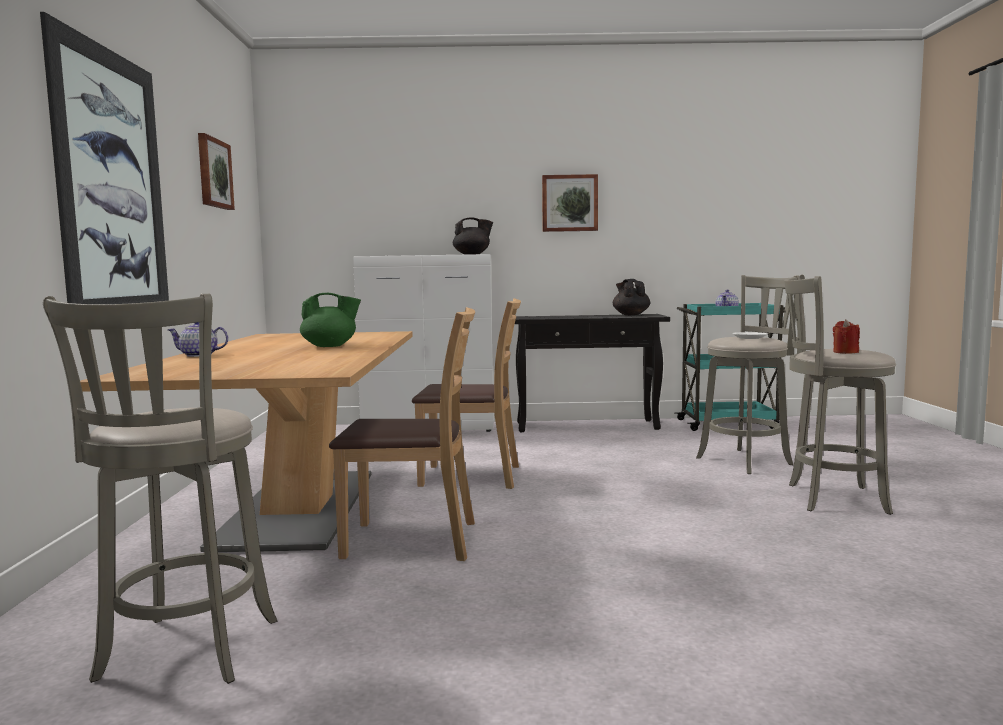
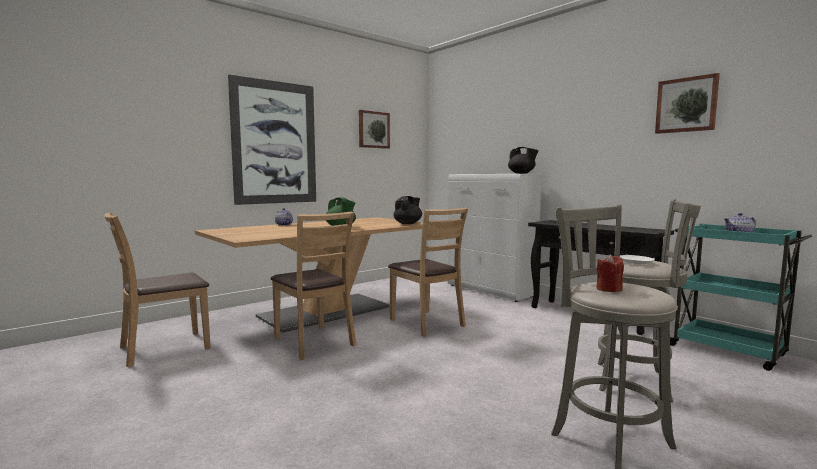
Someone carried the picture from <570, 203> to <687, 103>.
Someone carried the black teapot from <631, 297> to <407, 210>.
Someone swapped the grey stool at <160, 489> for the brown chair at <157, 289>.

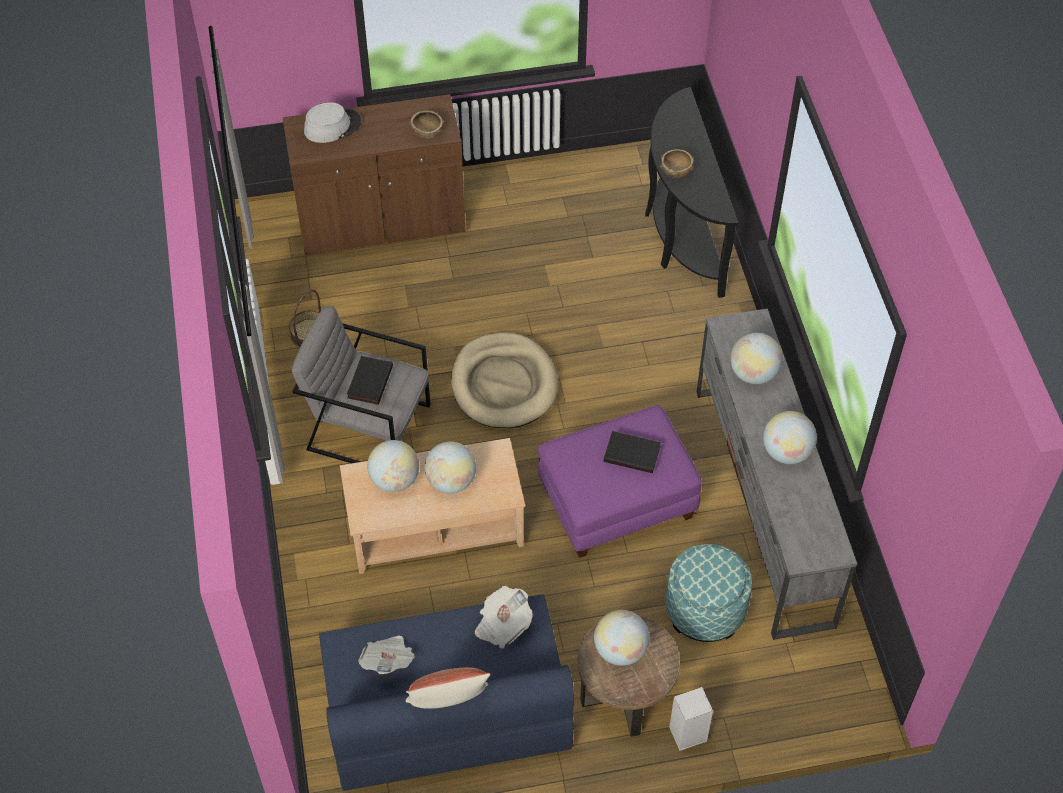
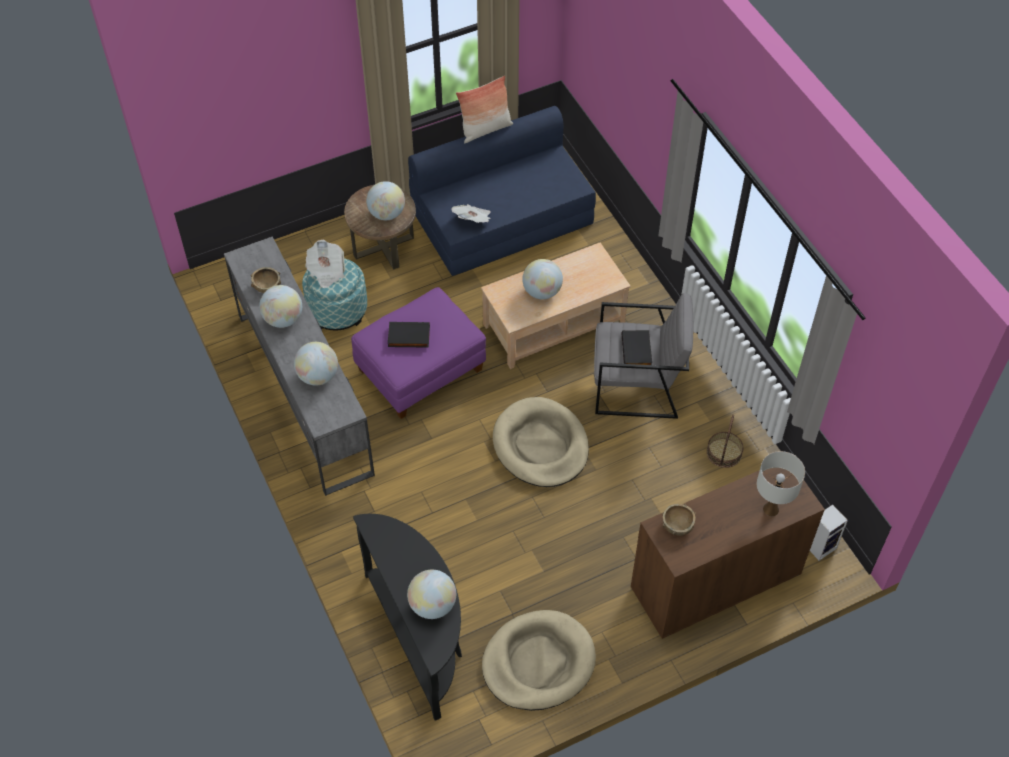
Someone put down the beige dog bed at <539, 660>.
Someone carried the newspaper from <386, 654> to <325, 264>.
Someone carried the globe from <393, 466> to <431, 594>.
Someone carried the brown bowl from <677, 163> to <266, 280>.
Someone carried the speaker from <691, 719> to <829, 533>.
Someone swapped the grey hat at <332, 122> for the white table lamp at <781, 483>.

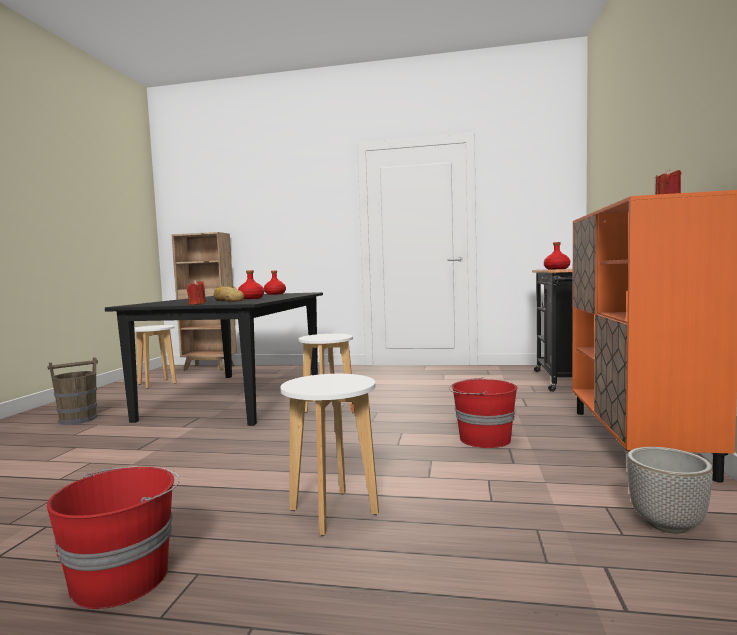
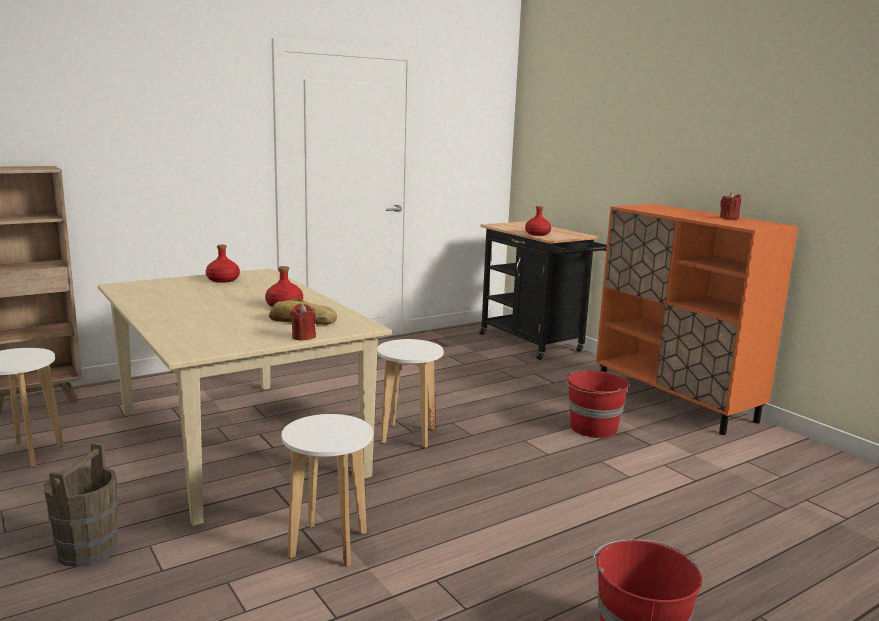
Someone took away the planter at <670, 490>.
Someone carried the white stool from <329, 455> to <327, 490>.
Someone repainted the black dining table at <214, 359>, which became the beige dining table at <245, 397>.

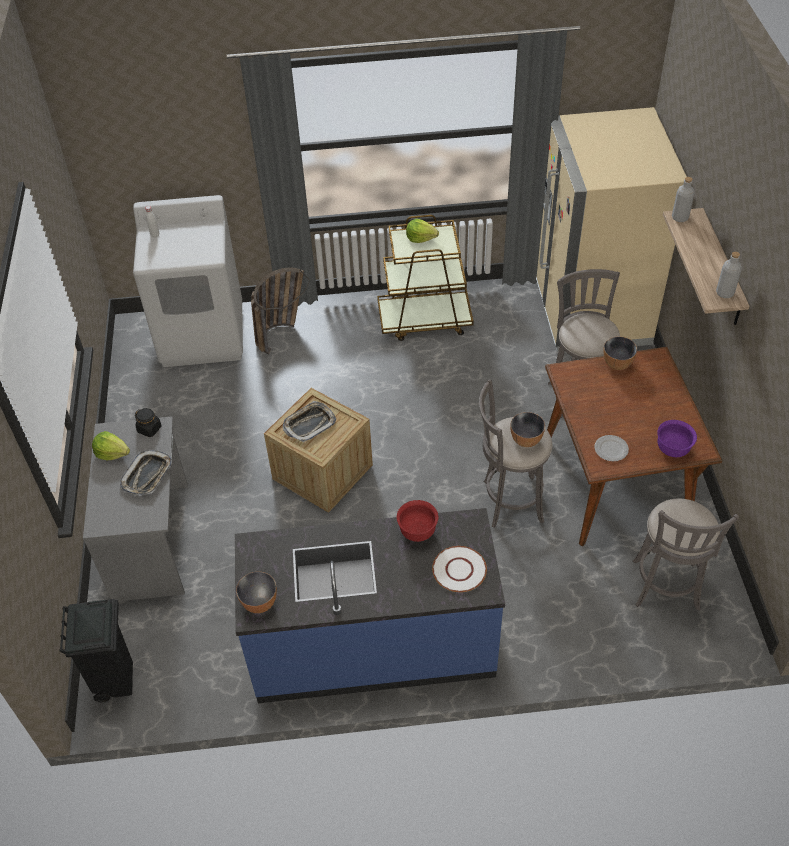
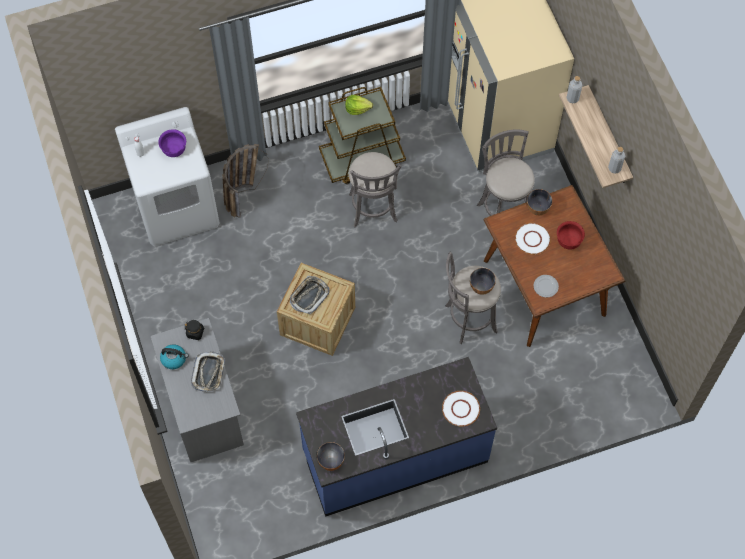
Someone took away the black trash can at <96, 650>.
Someone put down the white plate at <533, 239>.
Someone carried the red bowl from <417, 521> to <571, 235>.
Someone carried the grey stool from <686, 555> to <375, 189>.
Someone carried the purple bowl from <677, 438> to <172, 143>.
Someone swapped the lettuce at <111, 445> for the kettle at <174, 357>.

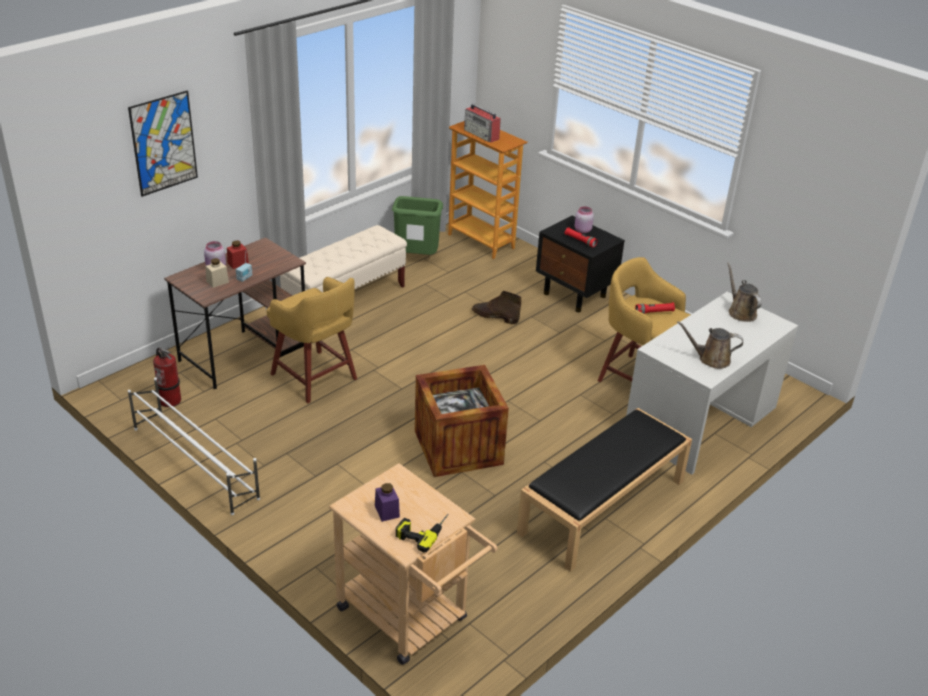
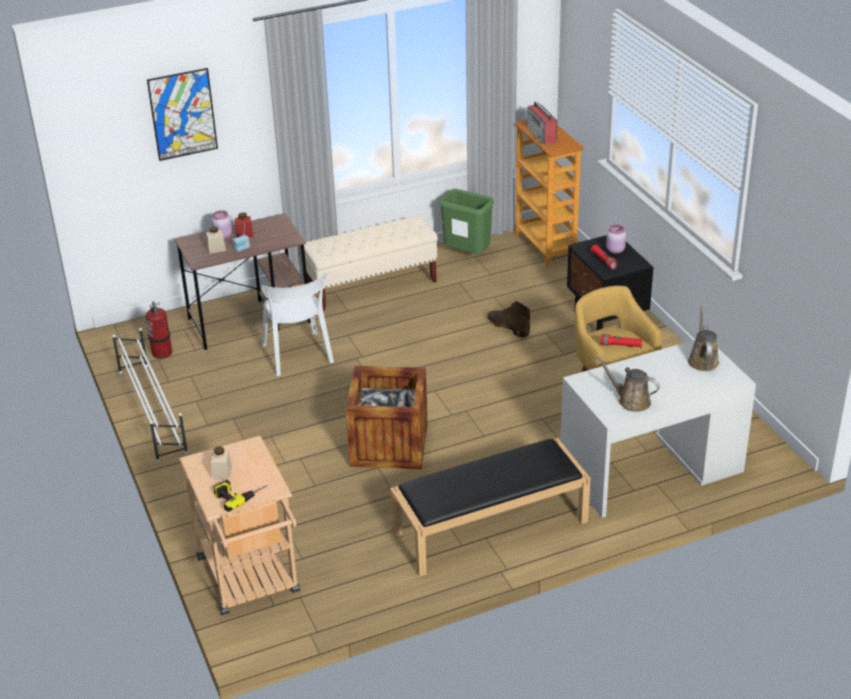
Someone swapped the yellow stool at <312, 340> for the white chair at <297, 323>.
Someone repainted the purple jar at <387, 502>, which became the beige jar at <221, 463>.

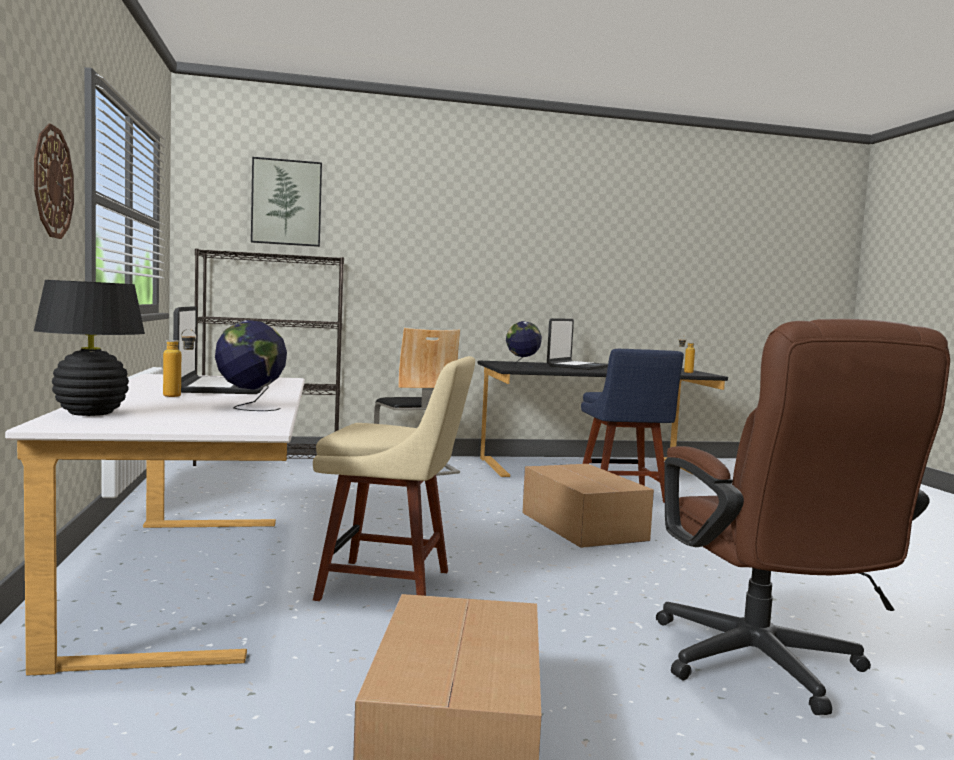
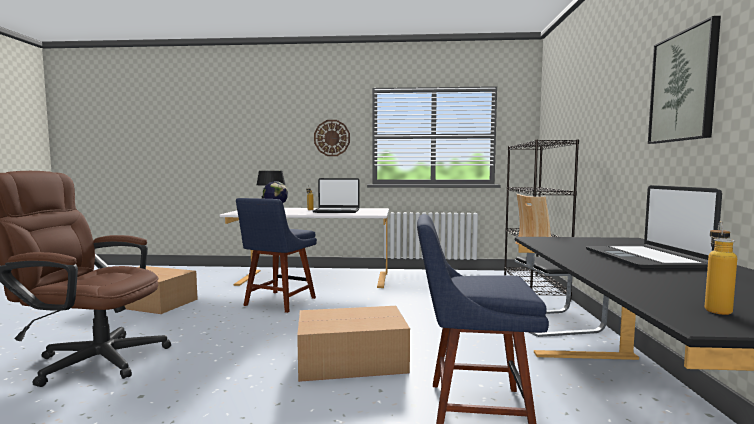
Someone took away the globe at <524, 344>.
Someone carried the picture from <286, 202> to <684, 80>.
Someone repainted the beige chair at <394, 478>, which became the blue chair at <276, 255>.
Someone rotated the laptop at <577, 344> by 45 degrees clockwise.

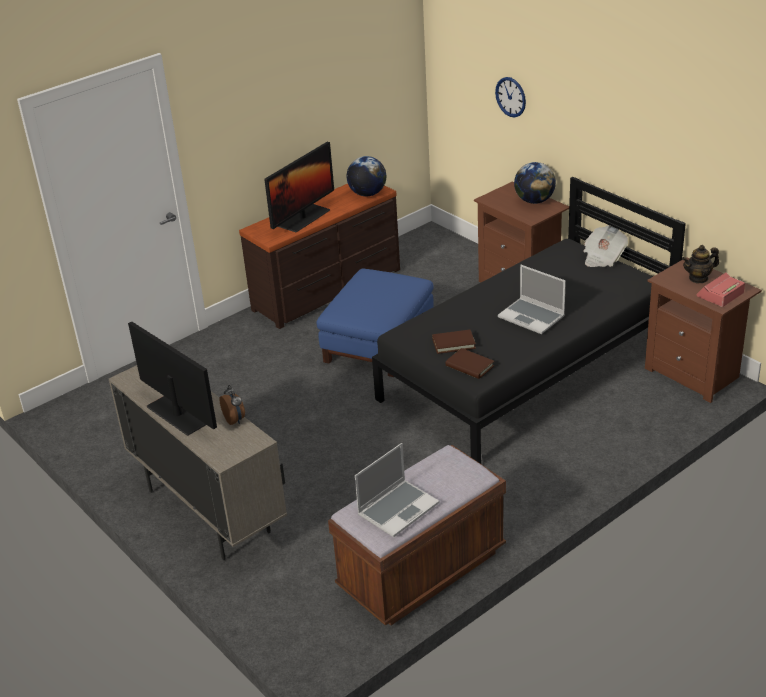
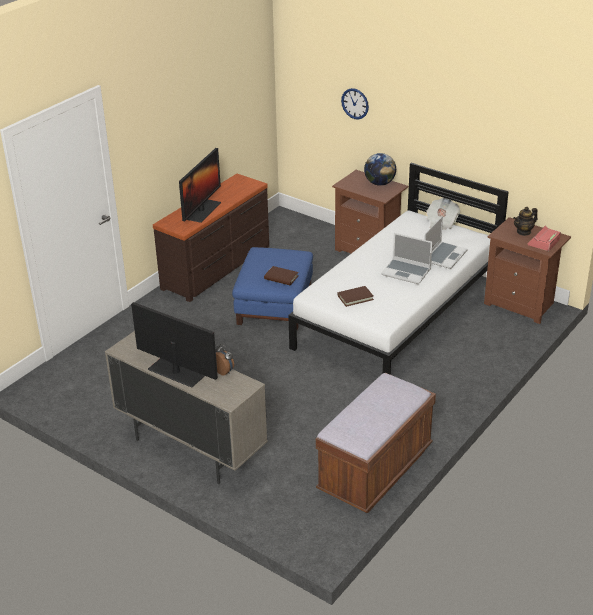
Someone took away the globe at <366, 176>.
Someone carried the laptop from <397, 490> to <446, 242>.
Someone carried the brown book from <470, 363> to <281, 275>.
Someone repainted the black bed at <529, 320>, which became the white bed at <398, 269>.

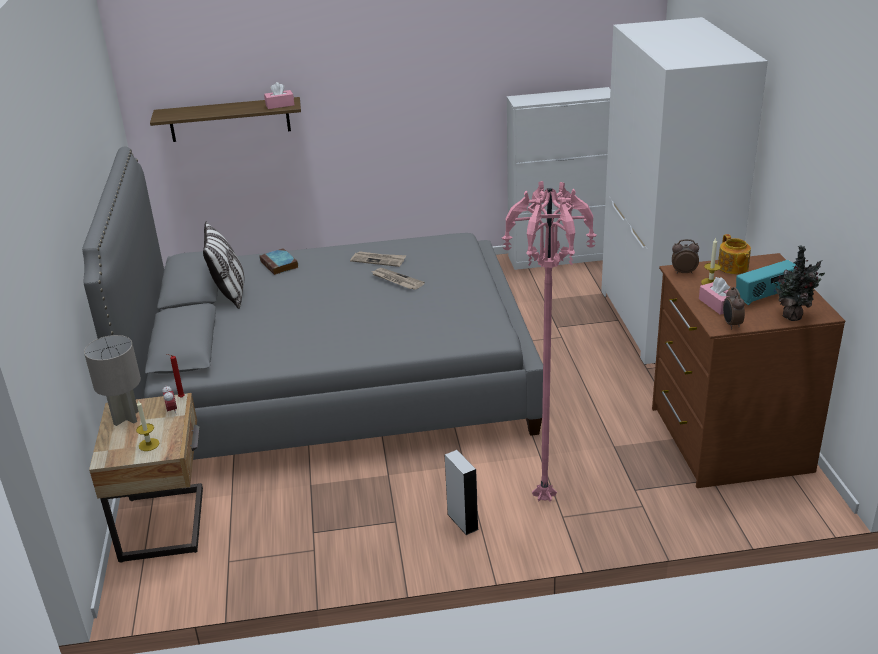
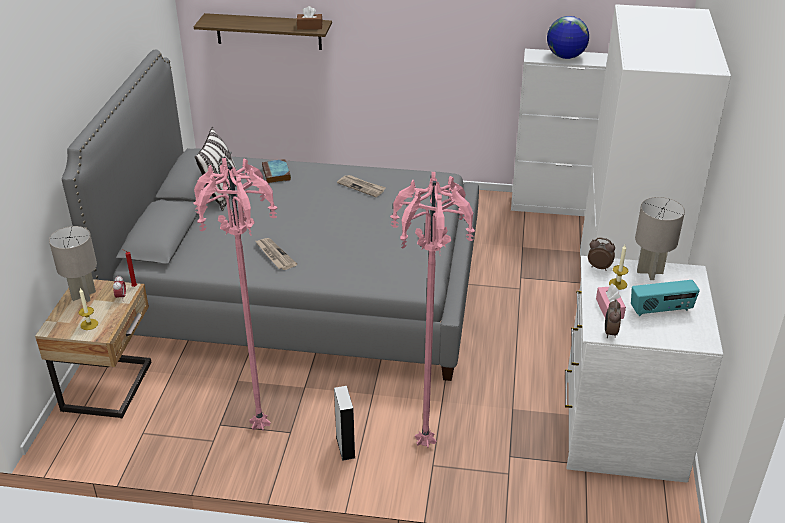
Someone took away the potted plant at <799, 283>.
Someone put down the pink floor lamp at <236, 294>.
Someone put down the globe at <568, 37>.
Someone carried the newspaper from <398, 279> to <276, 254>.
Someone swapped the teapot at <734, 254> for the grey table lamp at <660, 238>.
Someone repainted the pink tissue box at <279, 95>, which became the brown tissue box at <309, 18>.
Someone repainted the brown dresser at <748, 370>, which became the white dresser at <644, 369>.

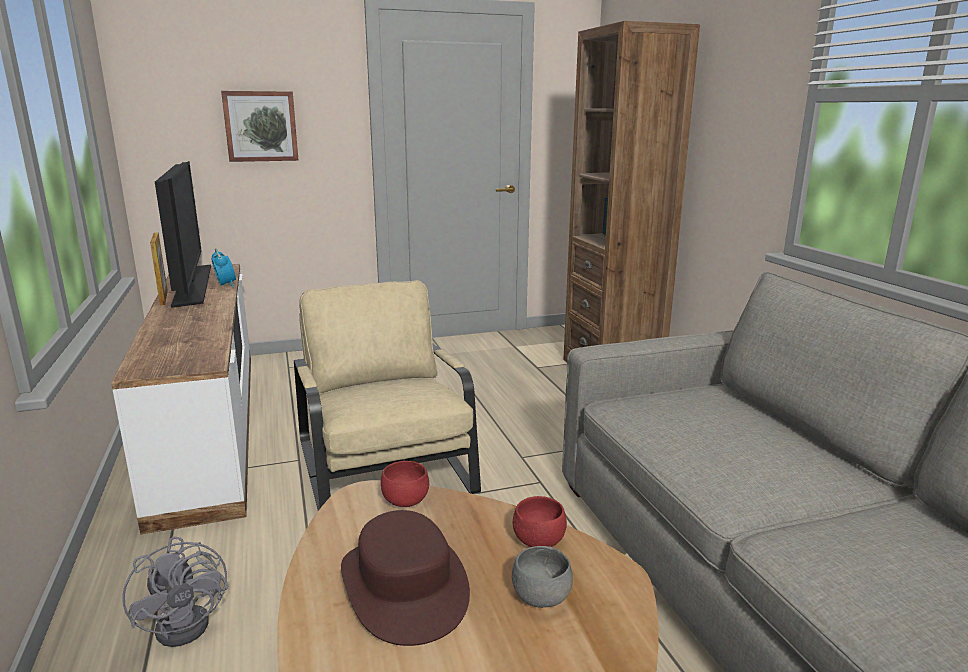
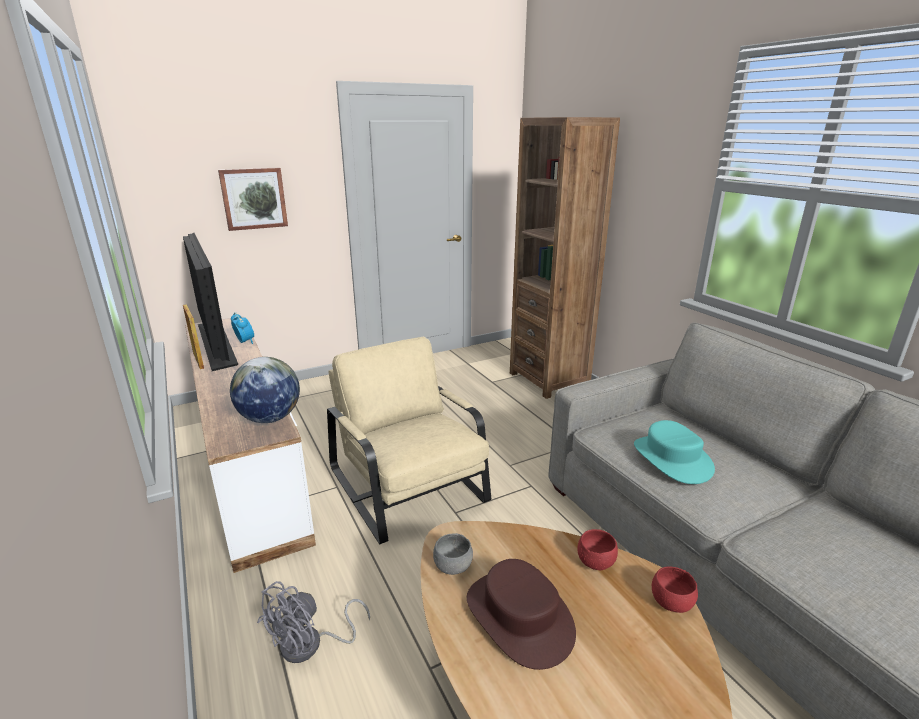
Someone put down the globe at <265, 390>.
Someone put down the turquoise hat at <674, 452>.
Someone carried the red bowl from <405, 484> to <675, 590>.
Someone carried the grey bowl from <542, 577> to <453, 554>.
Someone rotated the grey fan at <175, 592> by 75 degrees clockwise.

